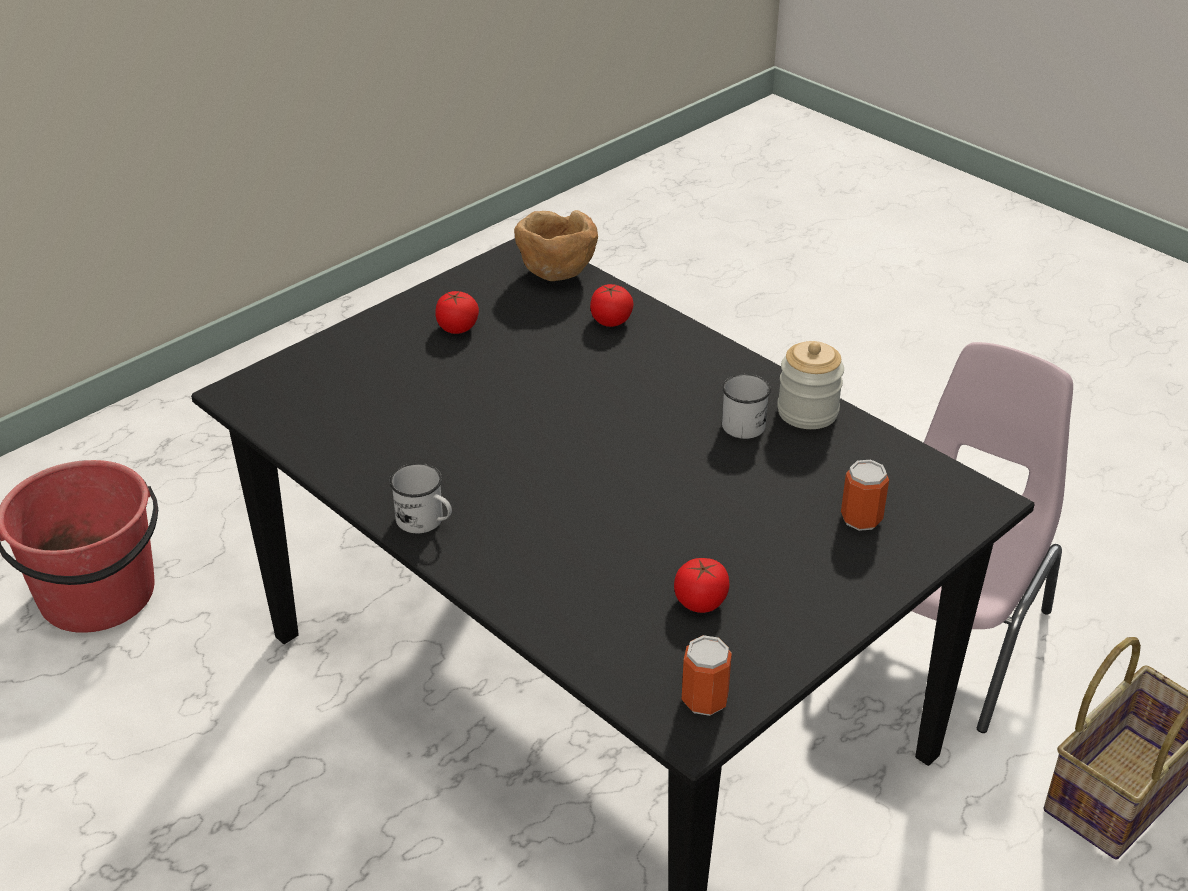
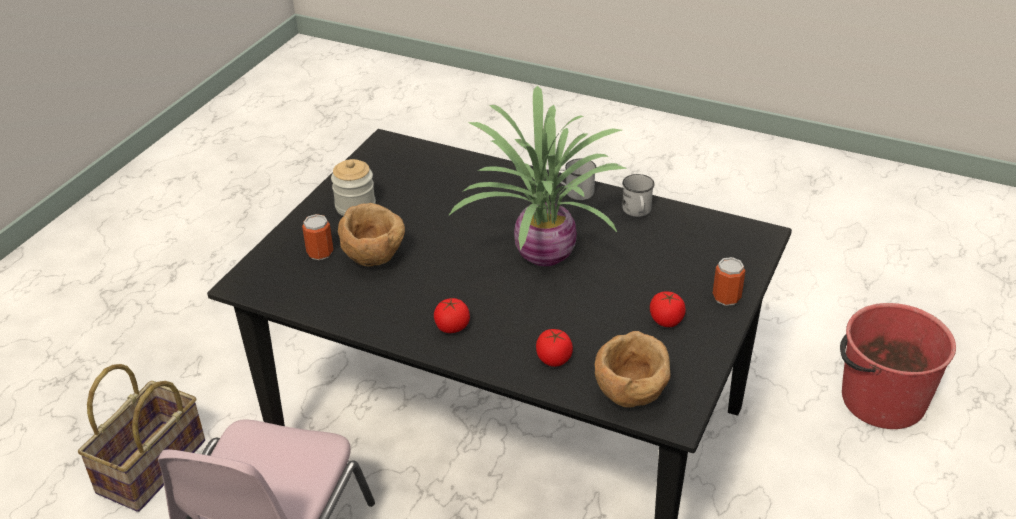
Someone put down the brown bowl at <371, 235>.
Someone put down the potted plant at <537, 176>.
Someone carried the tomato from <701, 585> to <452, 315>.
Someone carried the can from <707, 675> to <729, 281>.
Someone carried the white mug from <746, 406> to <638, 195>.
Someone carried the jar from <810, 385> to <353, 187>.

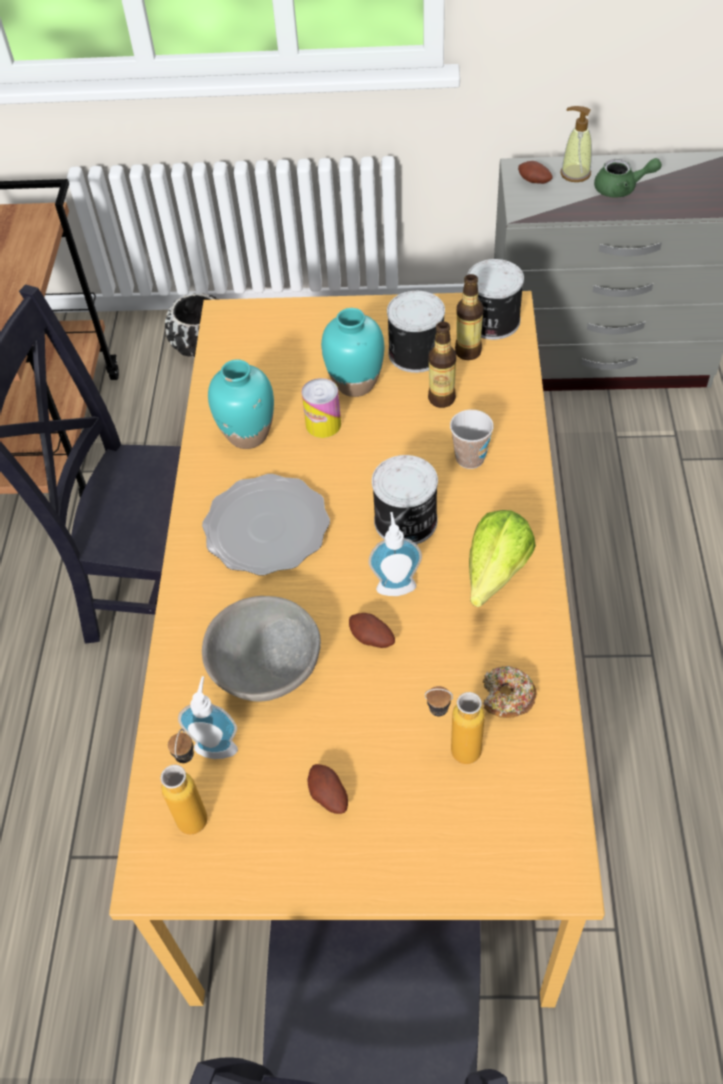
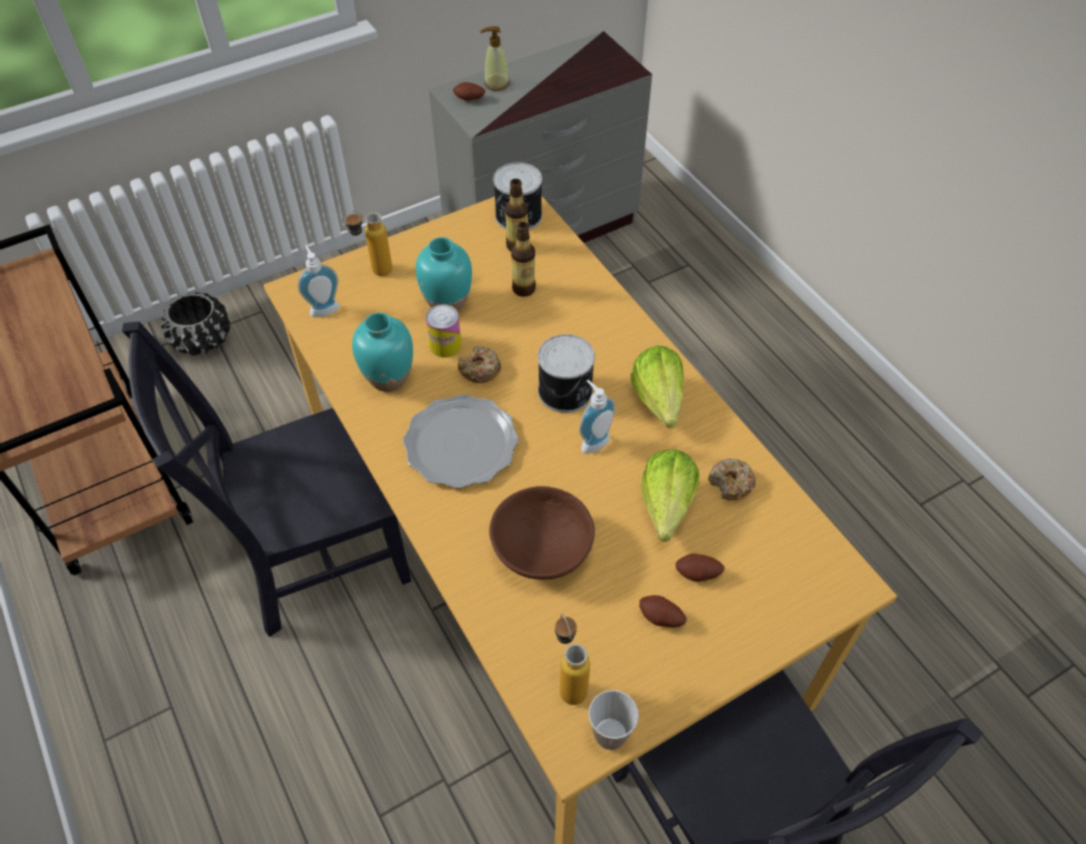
Someone took away the can at <416, 332>.
Someone took away the green teapot at <628, 178>.
Someone put down the donut at <479, 364>.
Someone put down the lettuce at <670, 495>.
Someone carried the soap dispenser from <208, 717> to <319, 281>.
Someone carried the potato from <372, 630> to <700, 568>.
Someone carried the bottle from <455, 725> to <368, 243>.
Someone carried the cup from <472, 439> to <614, 720>.
Someone repainted the grey bowl at <261, 648>, which became the brown bowl at <542, 533>.

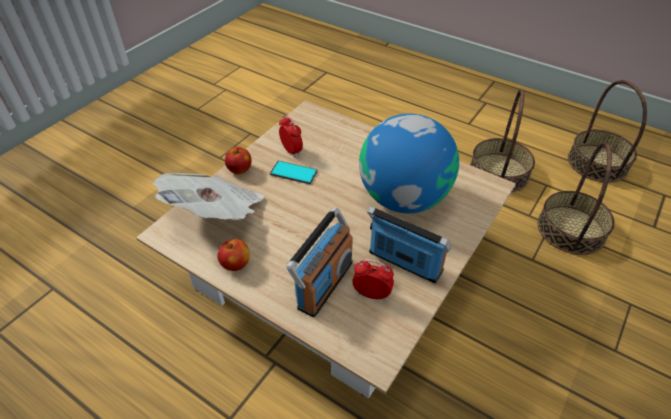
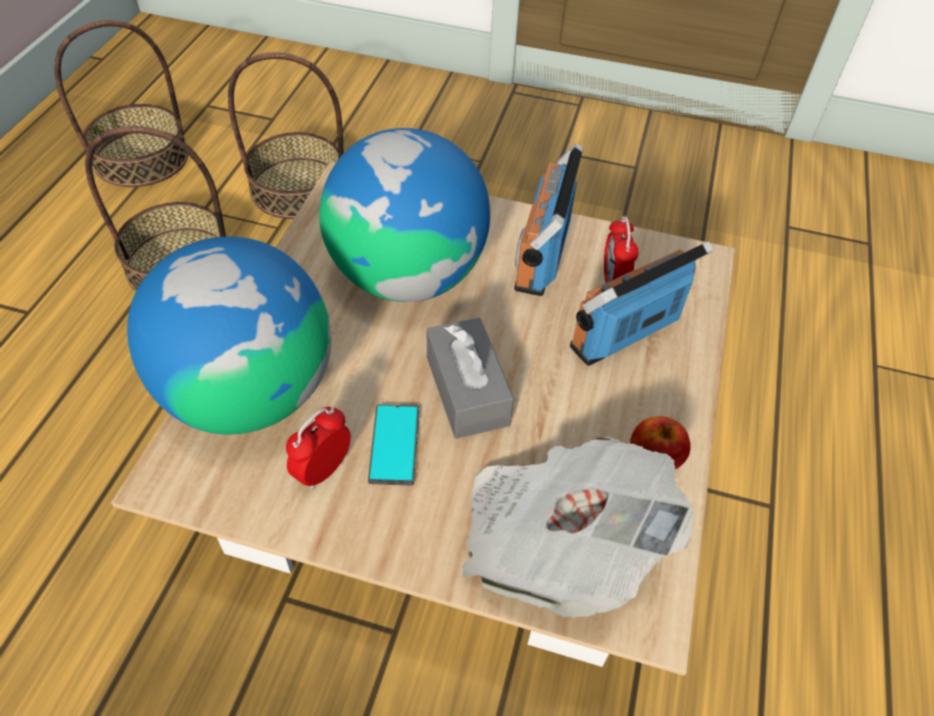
Someone took away the apple at <238, 160>.
Someone put down the globe at <229, 336>.
Someone put down the grey tissue box at <470, 378>.
Someone rotated the radio at <319, 262> by 45 degrees counterclockwise.

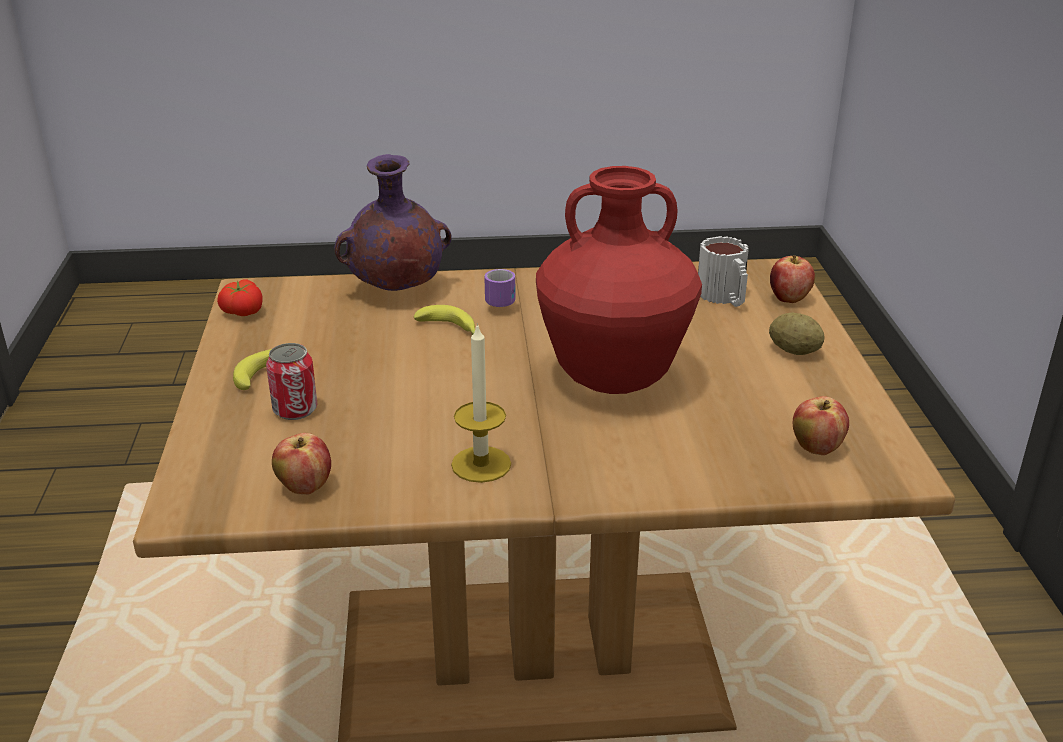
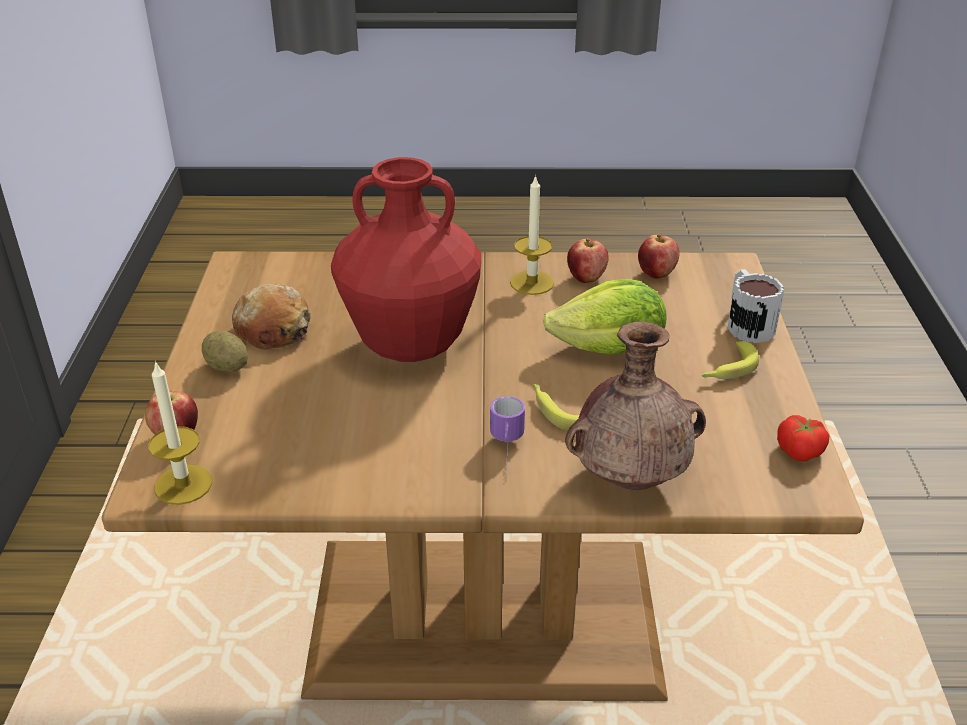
Someone took away the can at <291, 381>.
Someone put down the candle at <180, 433>.
Someone put down the bread at <271, 317>.
Someone put down the lettuce at <605, 316>.
Someone carried the mug from <723, 271> to <756, 306>.
Someone carried the apple from <821, 425> to <588, 261>.
Someone repainted the purple vase at <393, 222>, which became the brown vase at <635, 405>.

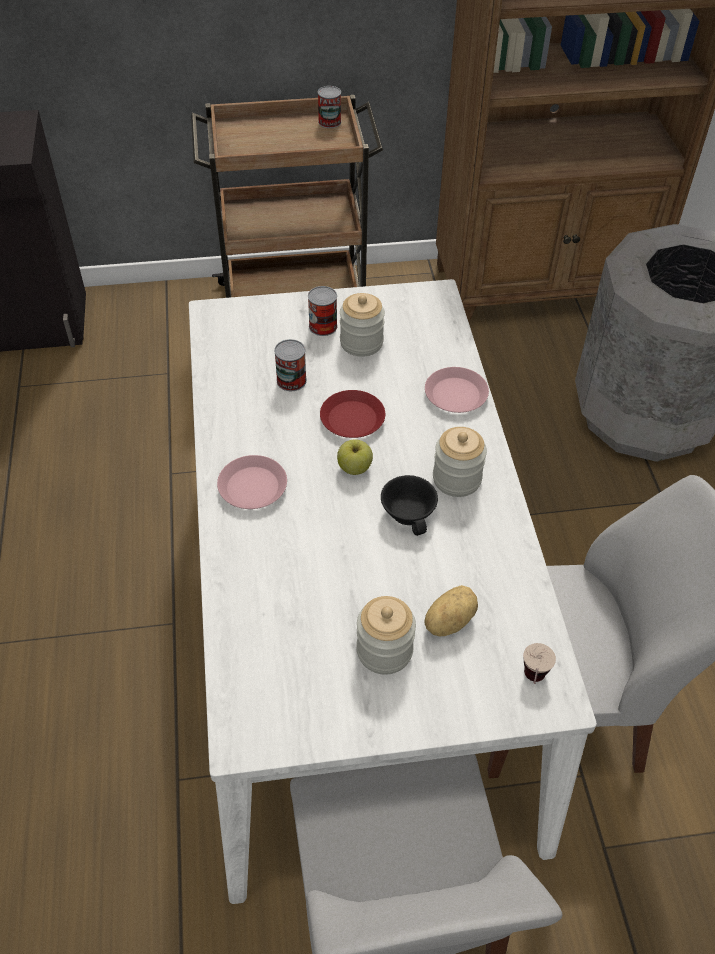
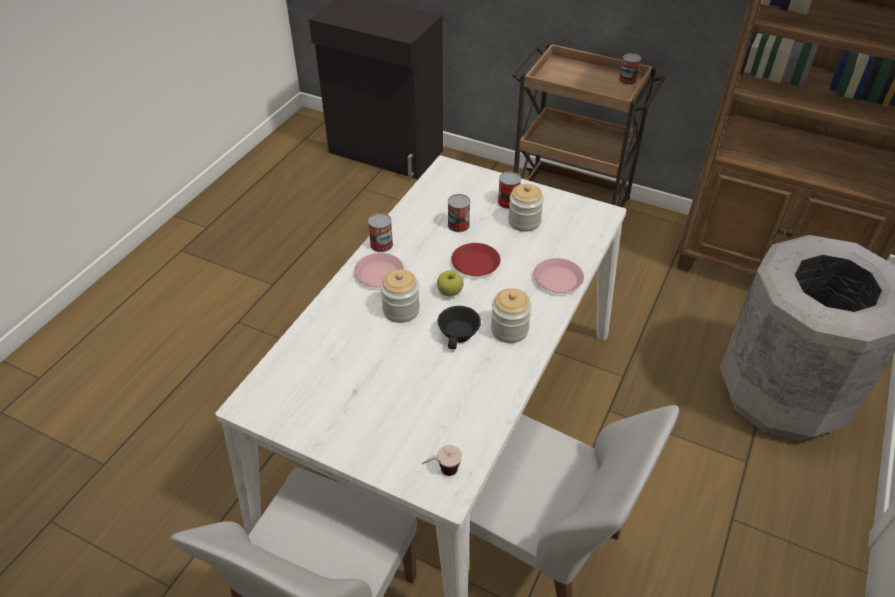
Someone took away the potato at <451, 611>.
Someone put down the can at <380, 232>.
Someone carried the jar from <386, 635> to <400, 296>.

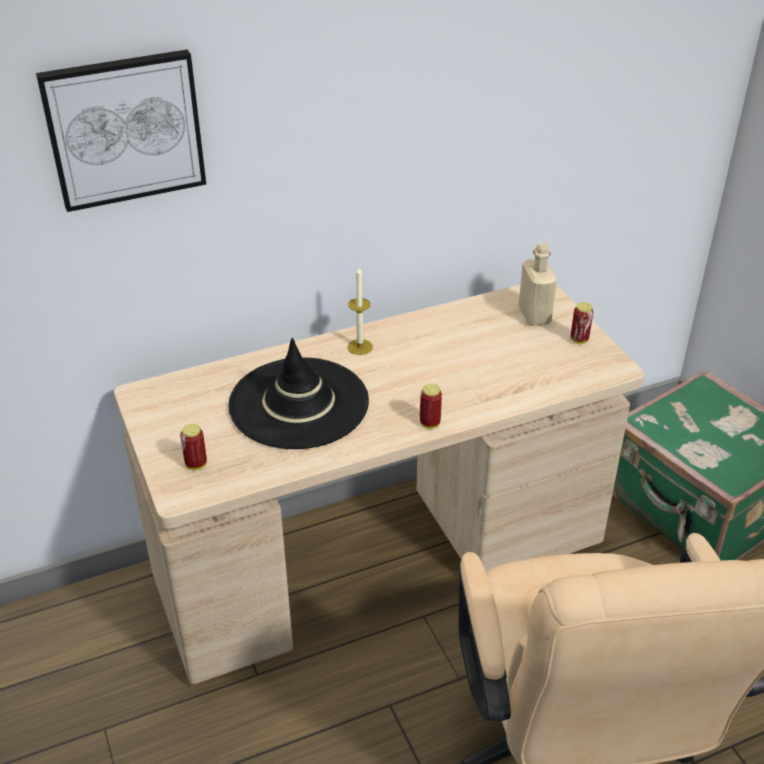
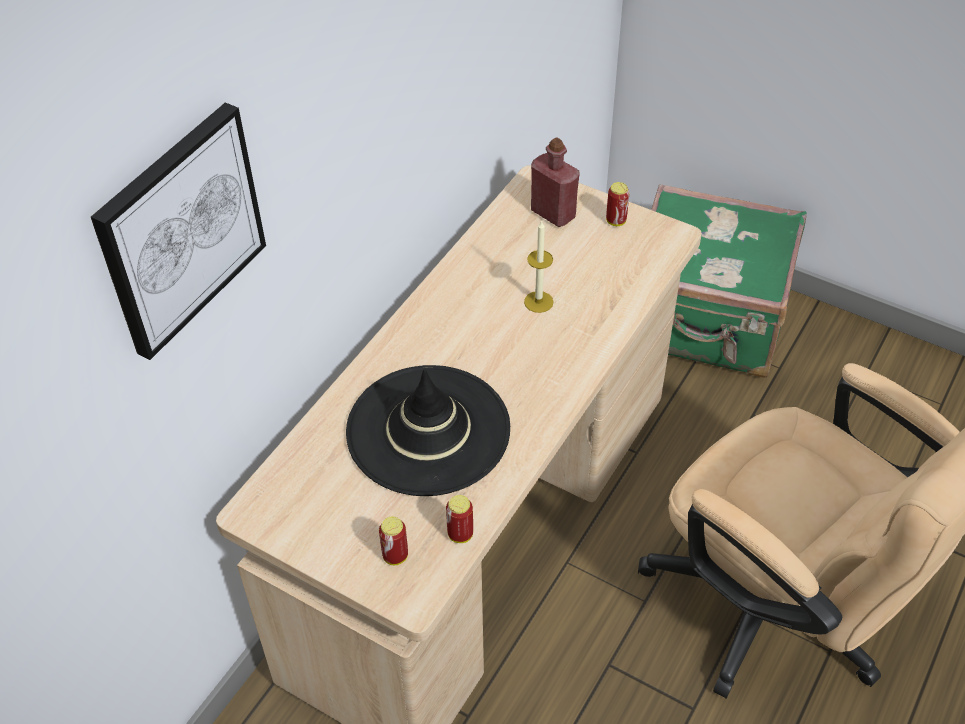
Someone carried the candle from <360, 311> to <539, 266>.
Someone carried the can from <431, 406> to <459, 519>.
Someone repainted the beige bottle at <538, 284>, which became the red bottle at <555, 182>.

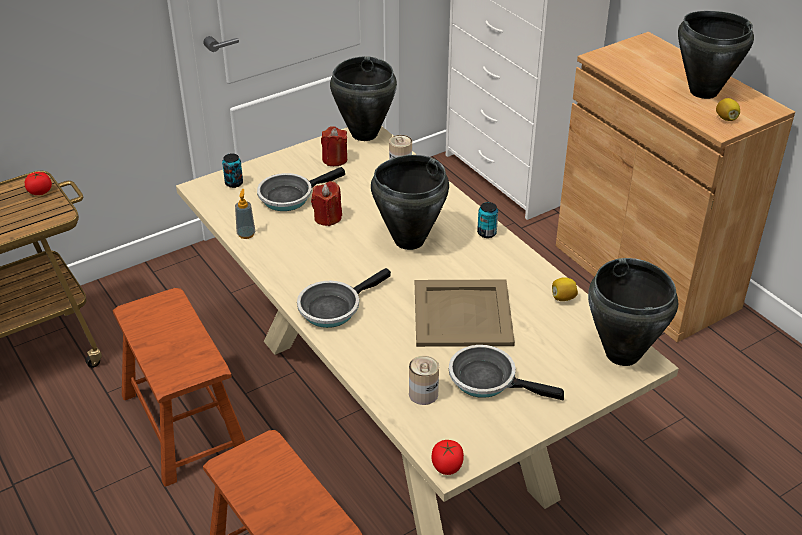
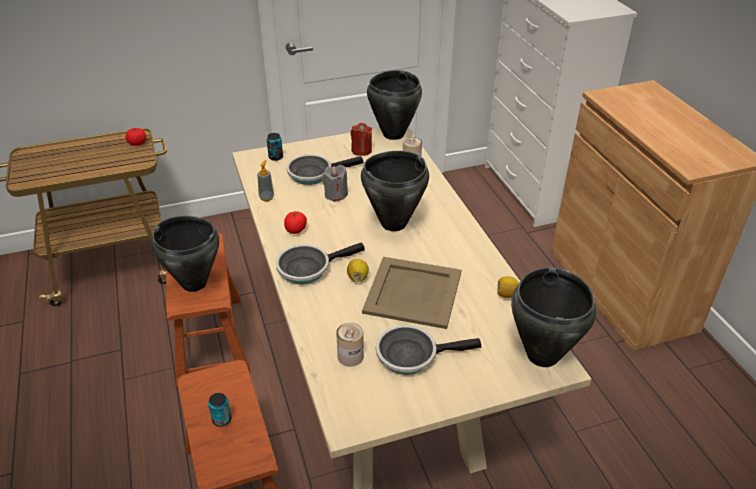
Someone carried the tomato from <448, 457> to <295, 222>.
Someone carried the can from <487, 220> to <220, 410>.
Someone carried the black cooking pot from <716, 55> to <185, 254>.
Someone carried the lemon from <728, 109> to <358, 270>.
Someone repainted the red candle at <326, 203>, which became the grey candle at <335, 183>.
Someone rotated the frying pan at <506, 372> by 45 degrees counterclockwise.

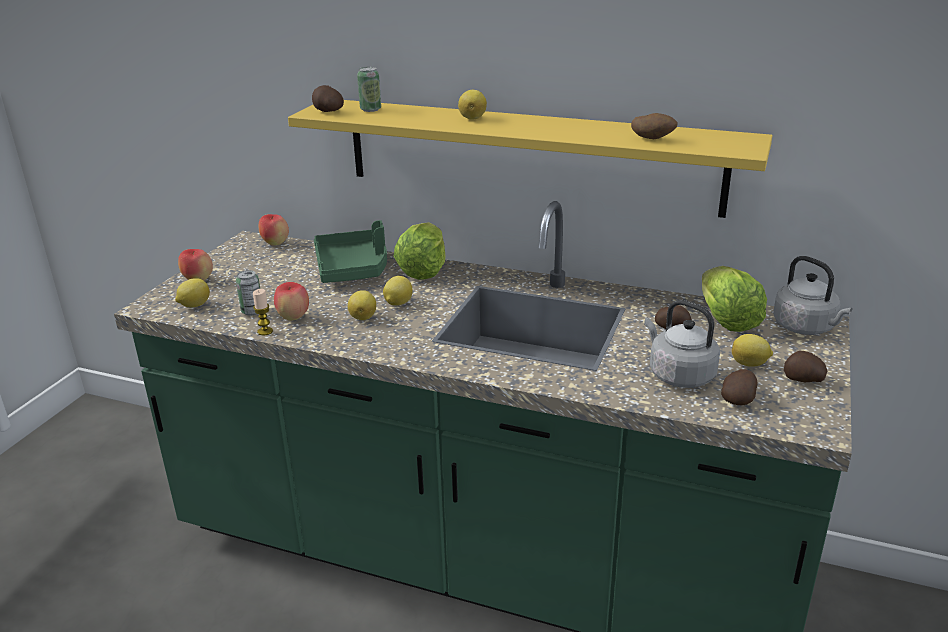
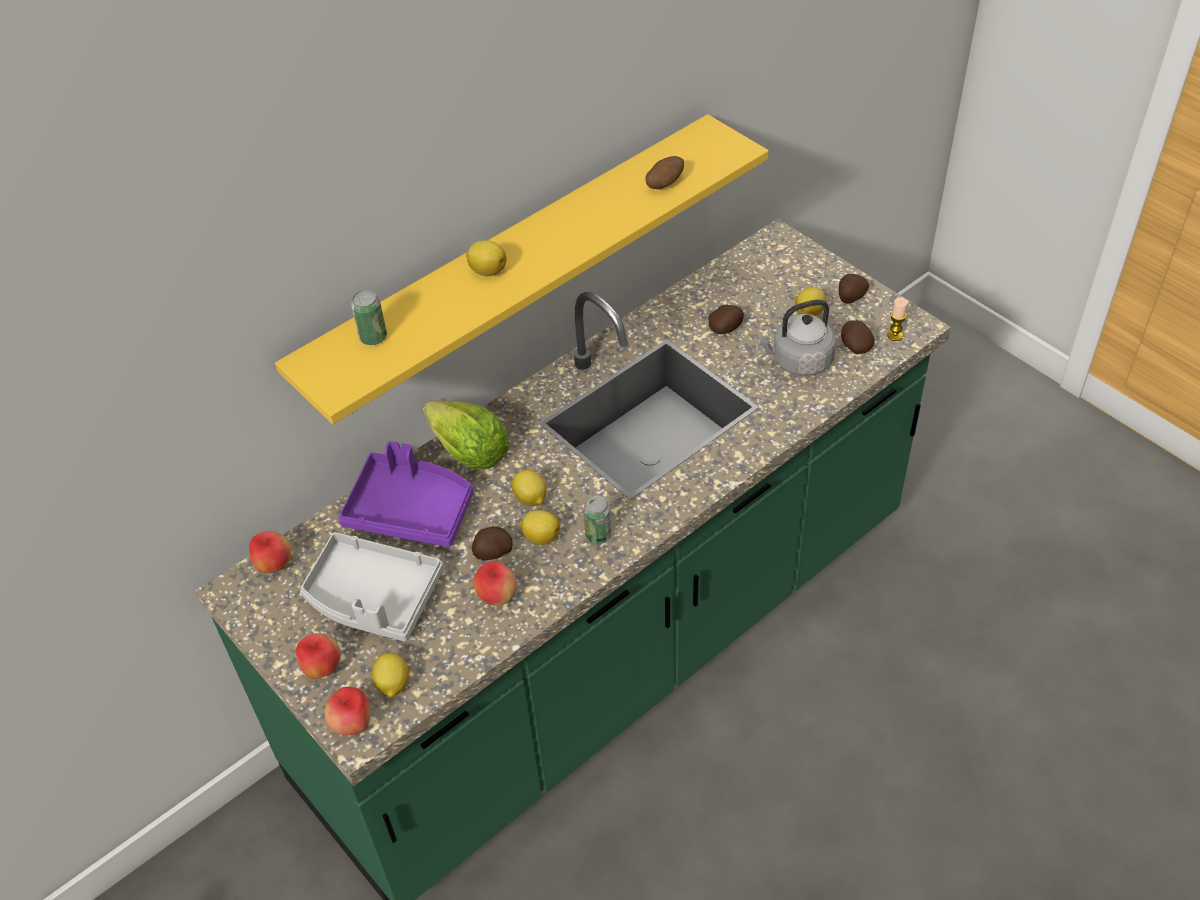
Someone took away the lettuce at <734, 299>.
Someone took away the grey kettle at <812, 295>.
Someone put down the grey tray at <371, 587>.
Someone put down the apple at <347, 711>.
Someone carried the can from <248, 293> to <597, 520>.
Someone carried the candle from <263, 312> to <897, 319>.
Someone carried the potato from <328, 98> to <492, 543>.
Someone repainted the green tray at <350, 251>, which became the purple tray at <405, 494>.

